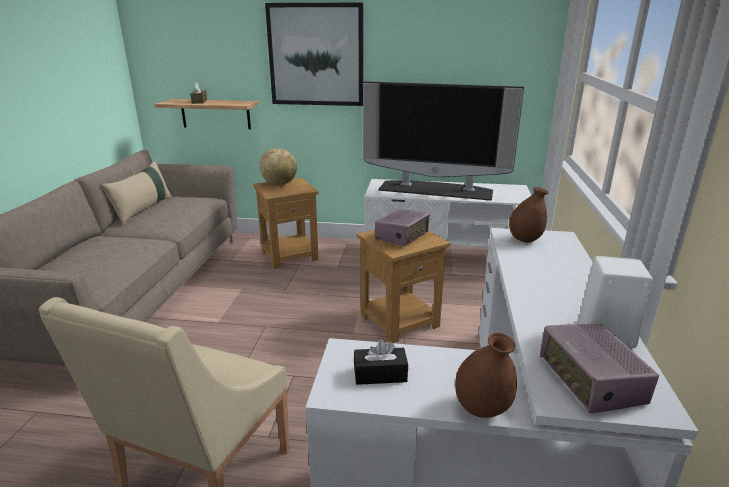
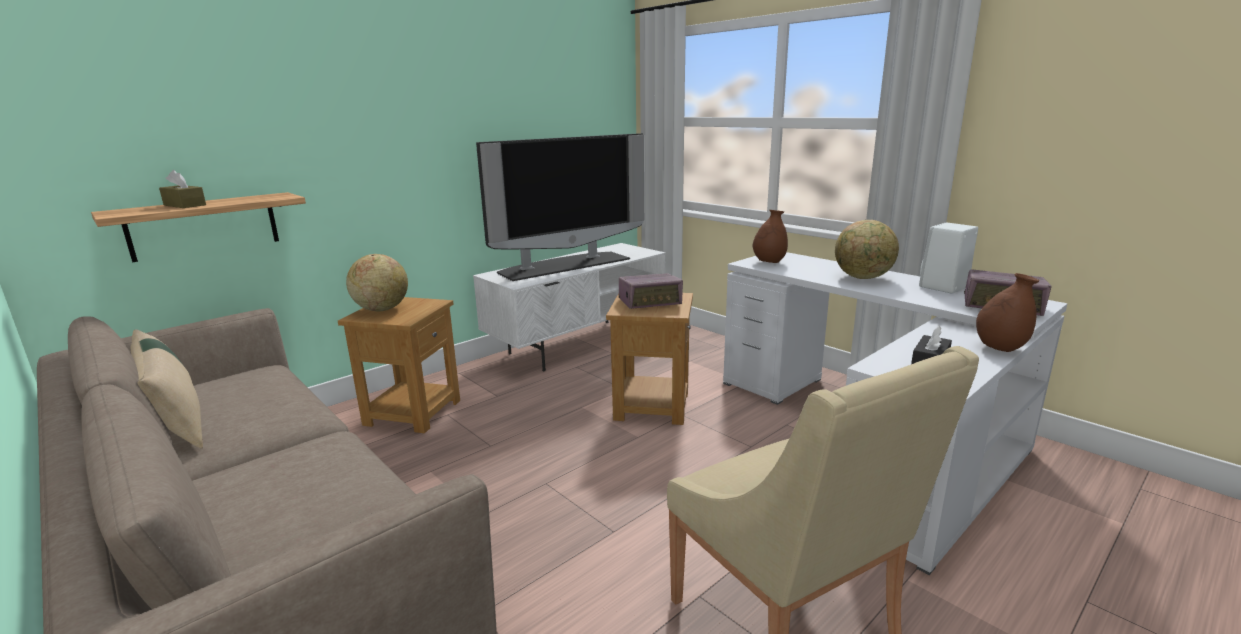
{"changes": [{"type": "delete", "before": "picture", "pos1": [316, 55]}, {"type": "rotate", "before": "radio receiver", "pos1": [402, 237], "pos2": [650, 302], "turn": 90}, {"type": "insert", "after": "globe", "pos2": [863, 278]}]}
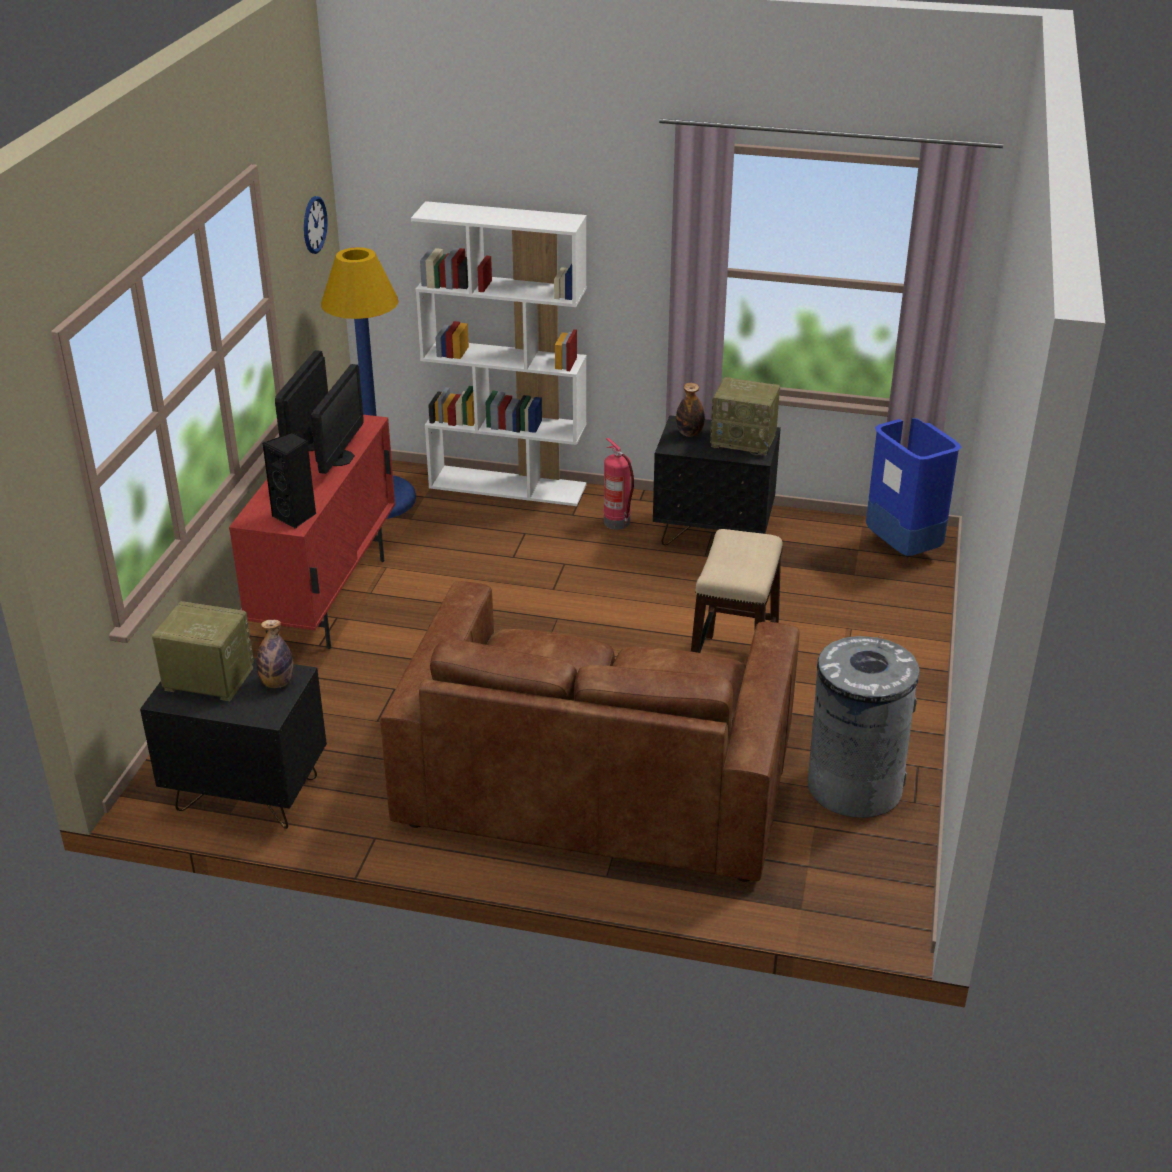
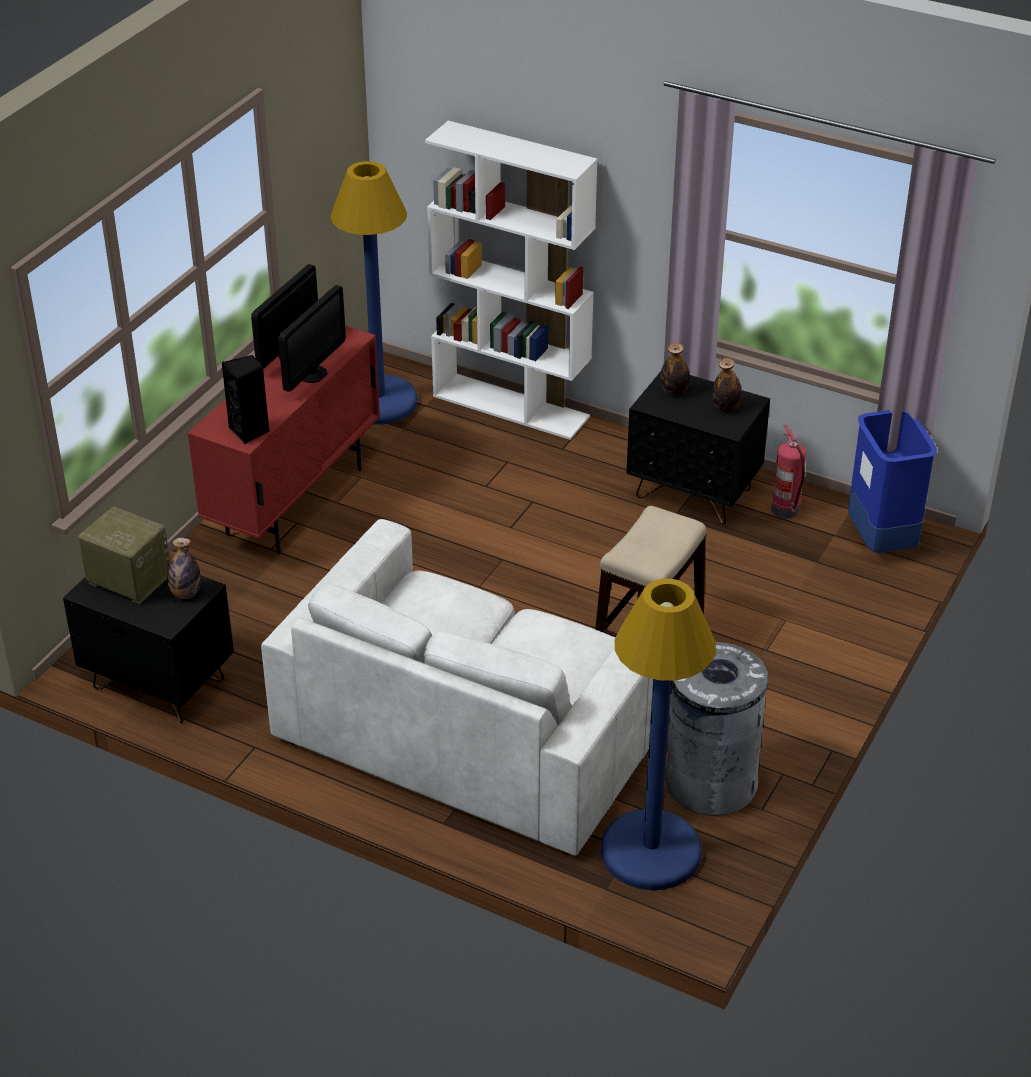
{"changes": [{"type": "delete", "before": "wall clock", "pos1": [314, 224]}, {"type": "replace", "before": "radio receiver", "after": "beverage bottle", "pos1": [744, 440], "pos2": [726, 408]}, {"type": "move", "before": "extinguisher", "pos1": [618, 522], "pos2": [786, 510]}, {"type": "recolor", "before": "brown sofa", "after": "white sofa", "pos1": [595, 779], "pos2": [471, 729]}, {"type": "insert", "after": "bluish standard lamp", "pos2": [650, 851]}]}
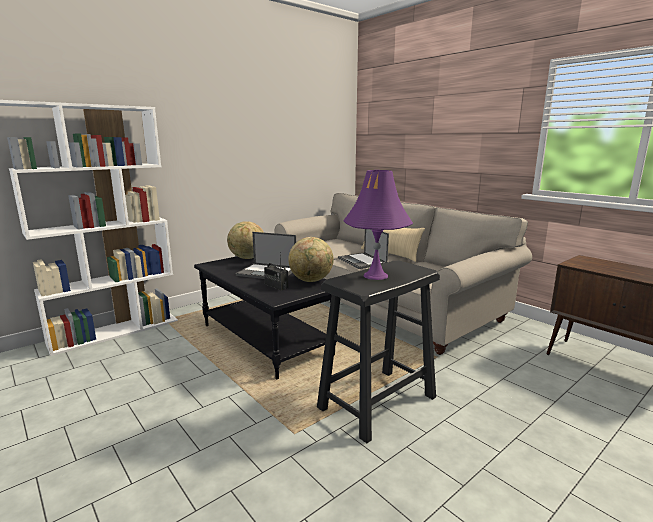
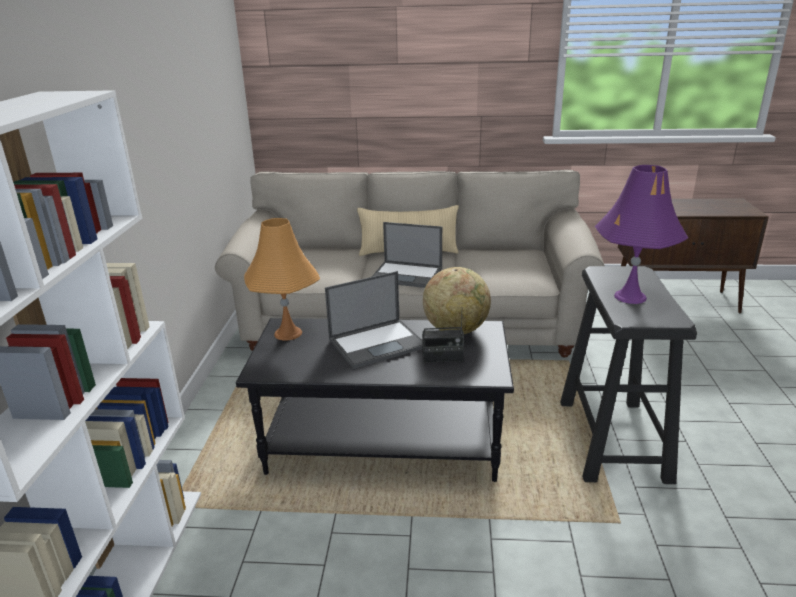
{"changes": [{"type": "replace", "before": "globe", "after": "orangey table lamp", "pos1": [247, 258], "pos2": [288, 333]}]}
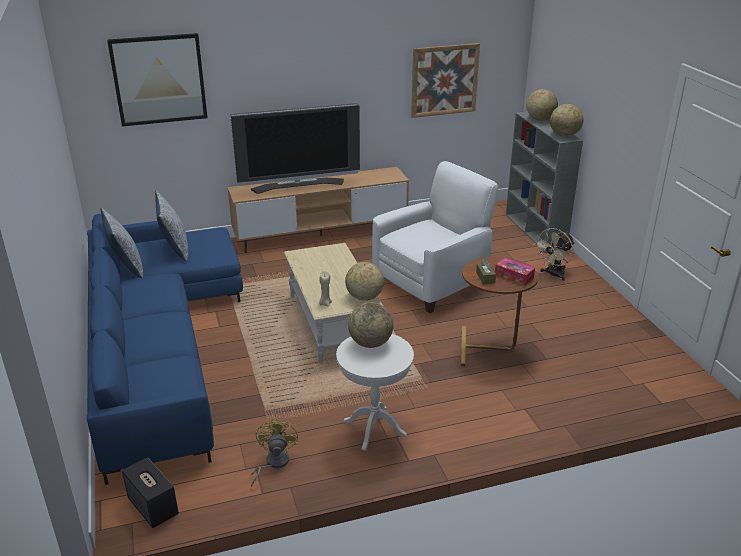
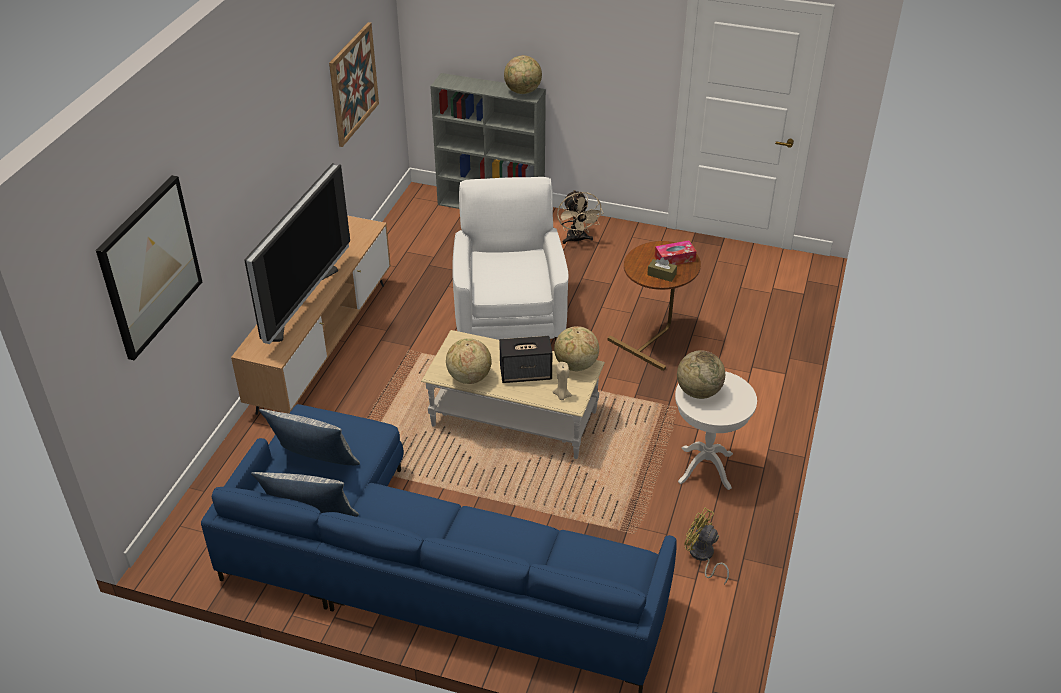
{"changes": [{"type": "move", "before": "globe", "pos1": [540, 119], "pos2": [469, 377]}, {"type": "move", "before": "audio speaker", "pos1": [153, 507], "pos2": [526, 373]}]}
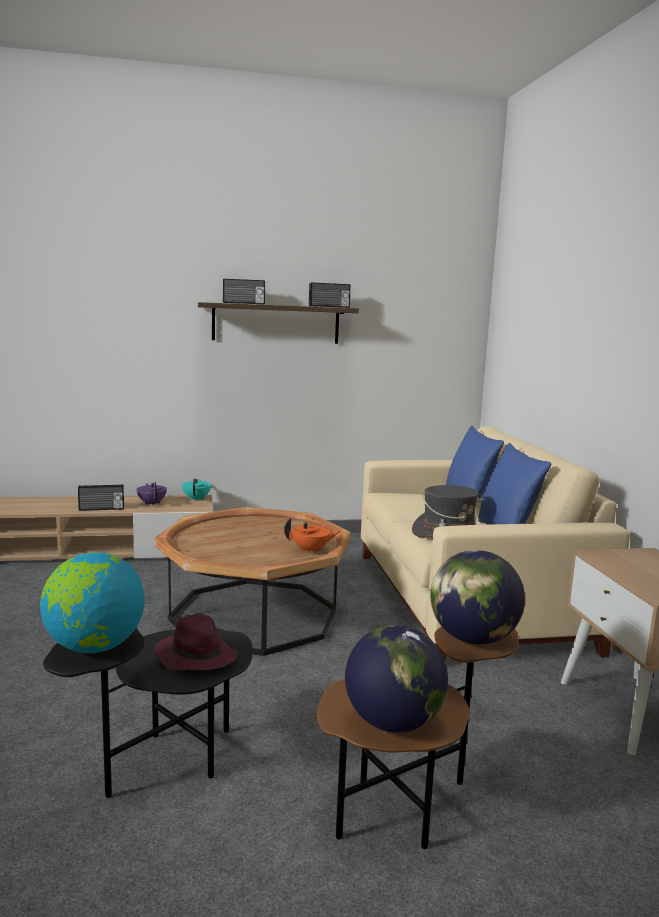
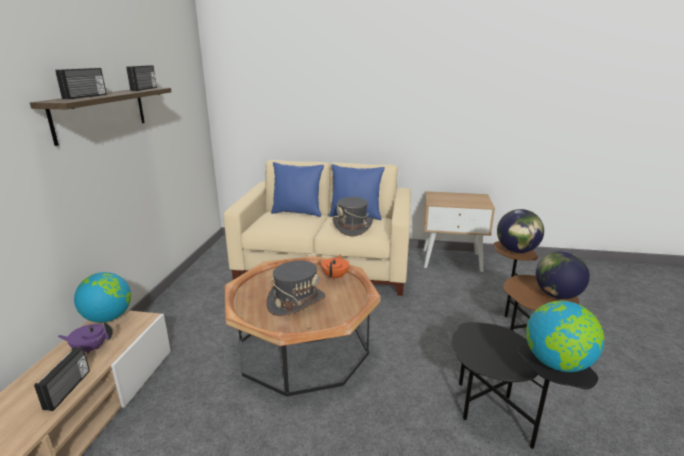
{"changes": [{"type": "replace", "before": "turquoise teapot", "after": "globe", "pos1": [197, 498], "pos2": [108, 318]}, {"type": "delete", "before": "purple-coloured hat", "pos1": [195, 656]}, {"type": "insert", "after": "greyish hat", "pos2": [296, 301]}]}
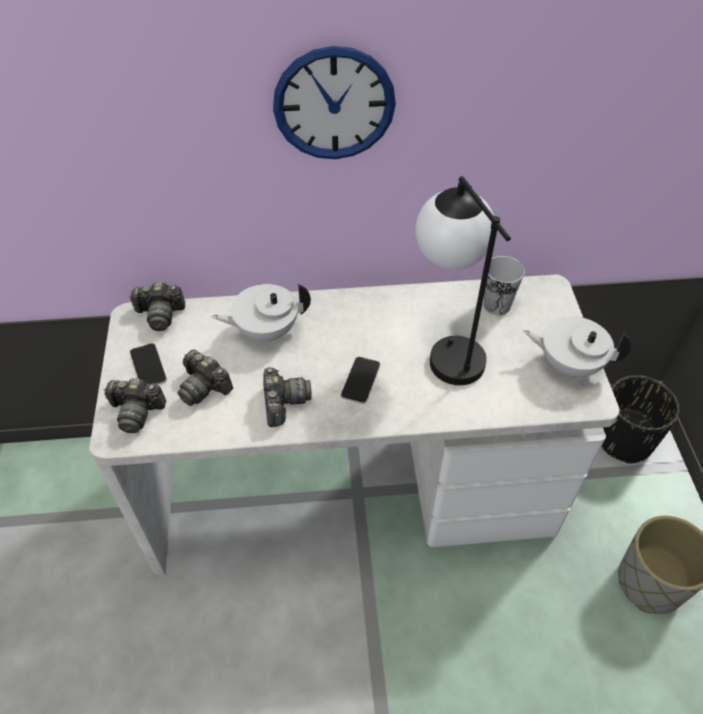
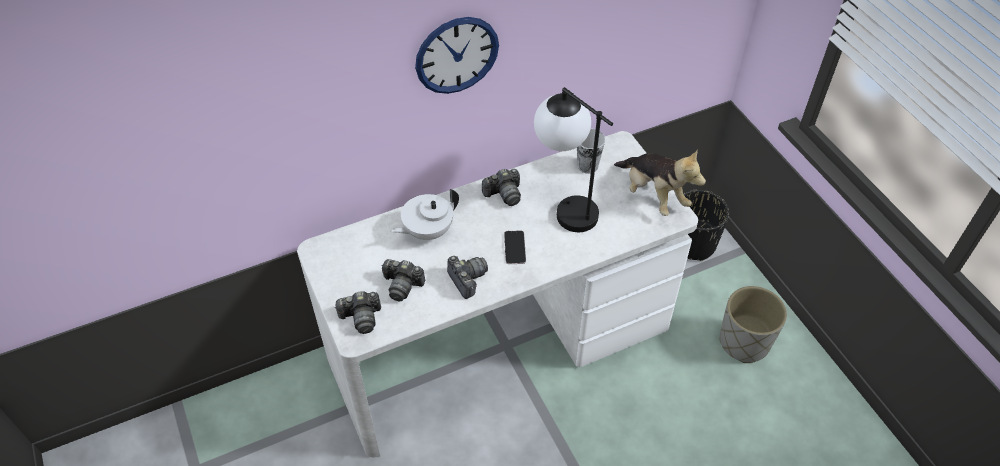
{"changes": [{"type": "move", "before": "still camera", "pos1": [160, 314], "pos2": [504, 194]}, {"type": "replace", "before": "white teapot", "after": "plush toy", "pos1": [568, 364], "pos2": [653, 195]}, {"type": "delete", "before": "phone", "pos1": [148, 366]}]}
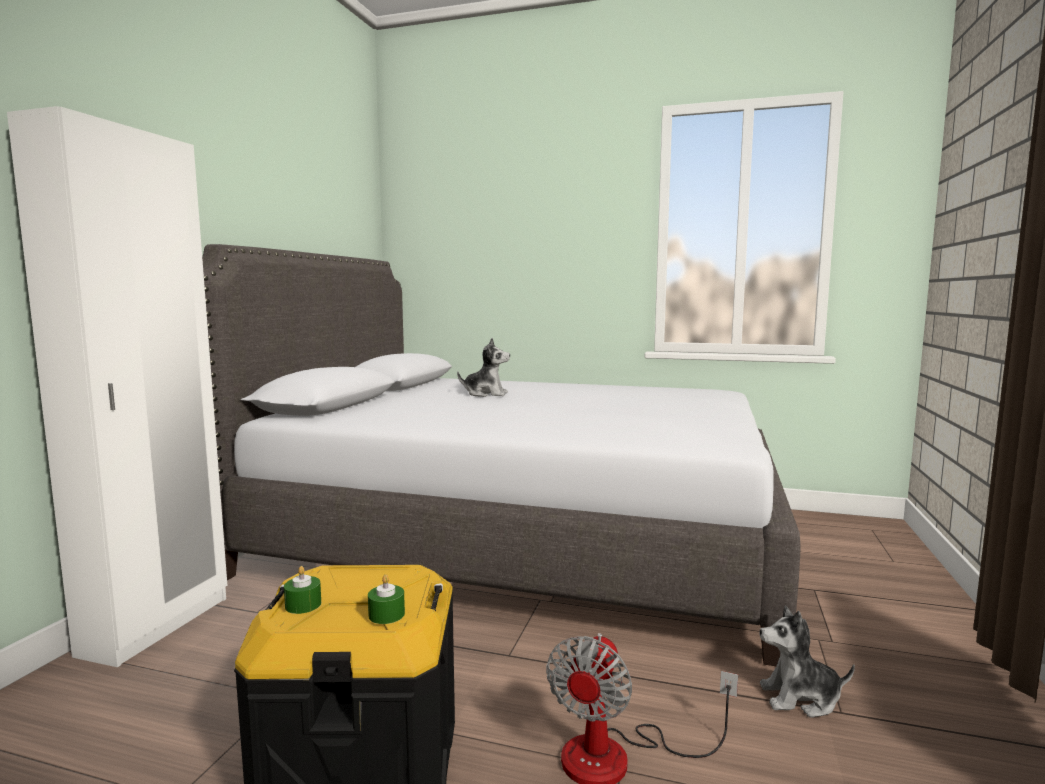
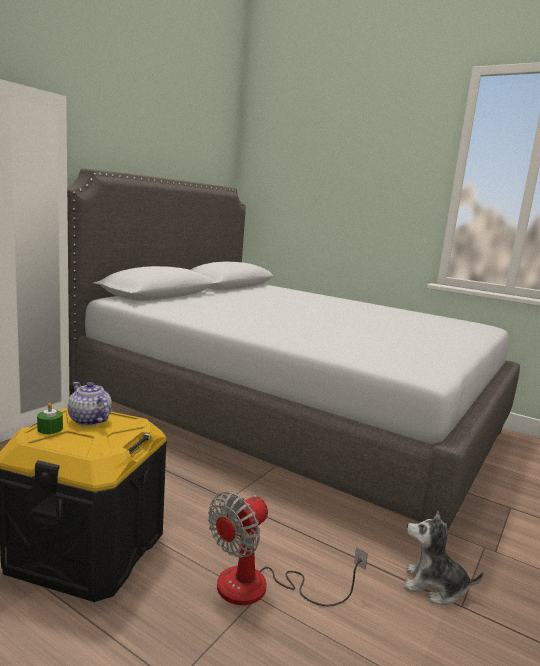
{"changes": [{"type": "delete", "before": "plush toy", "pos1": [486, 394]}, {"type": "delete", "before": "greenish wax candle", "pos1": [386, 614]}, {"type": "insert", "after": "teapot", "pos2": [89, 420]}]}
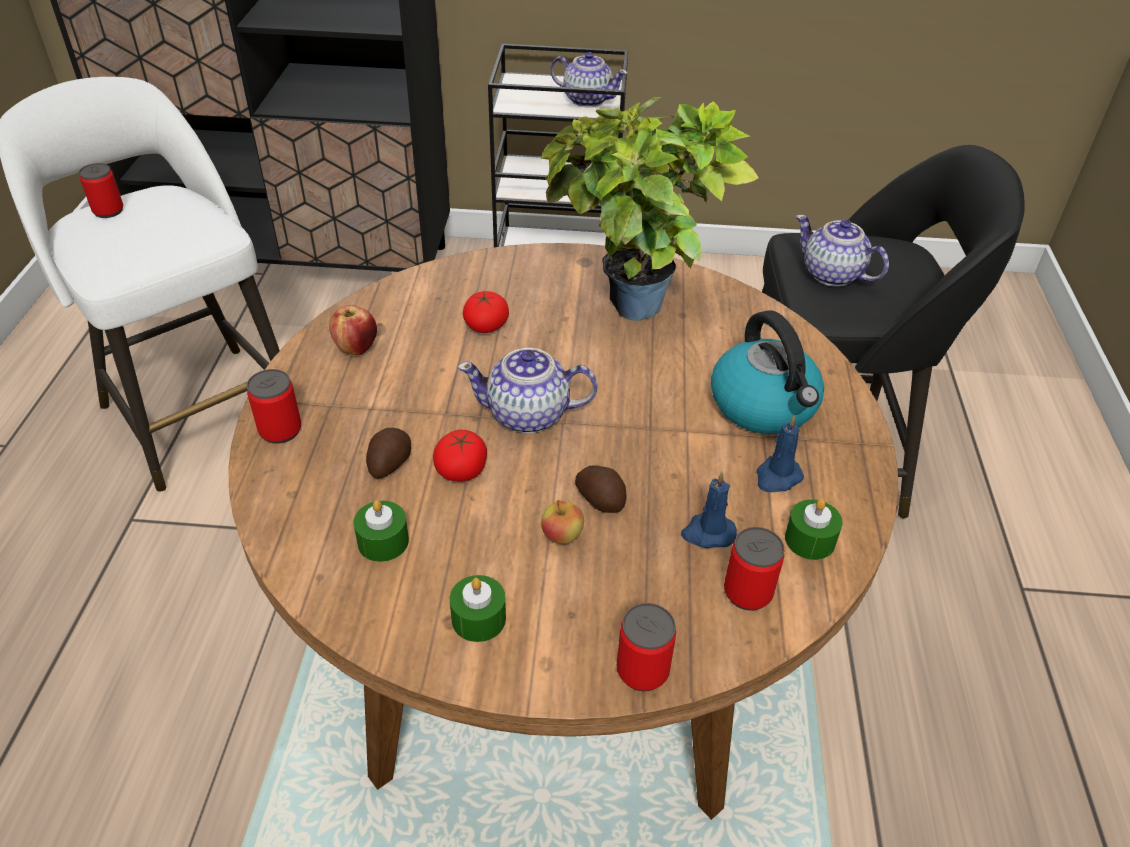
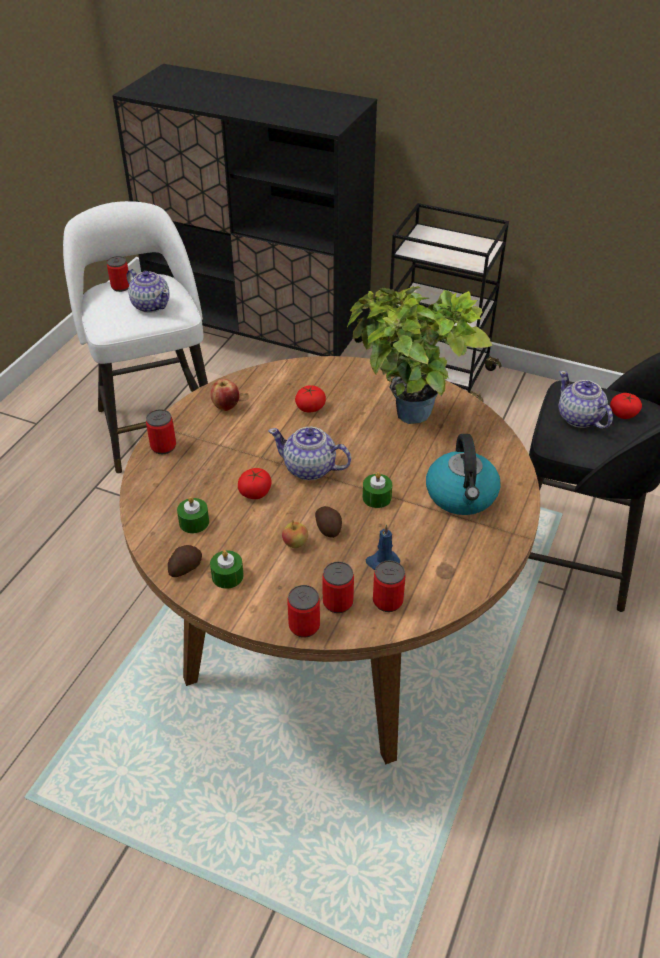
{"changes": [{"type": "move", "before": "teapot", "pos1": [587, 99], "pos2": [151, 305]}, {"type": "delete", "before": "bluish wax candle", "pos1": [777, 477]}, {"type": "move", "before": "whole potato", "pos1": [389, 463], "pos2": [185, 567]}, {"type": "move", "before": "greenish wax candle", "pos1": [810, 540], "pos2": [377, 497]}, {"type": "insert", "after": "tomato", "pos2": [623, 414]}, {"type": "insert", "after": "can", "pos2": [338, 602]}]}
